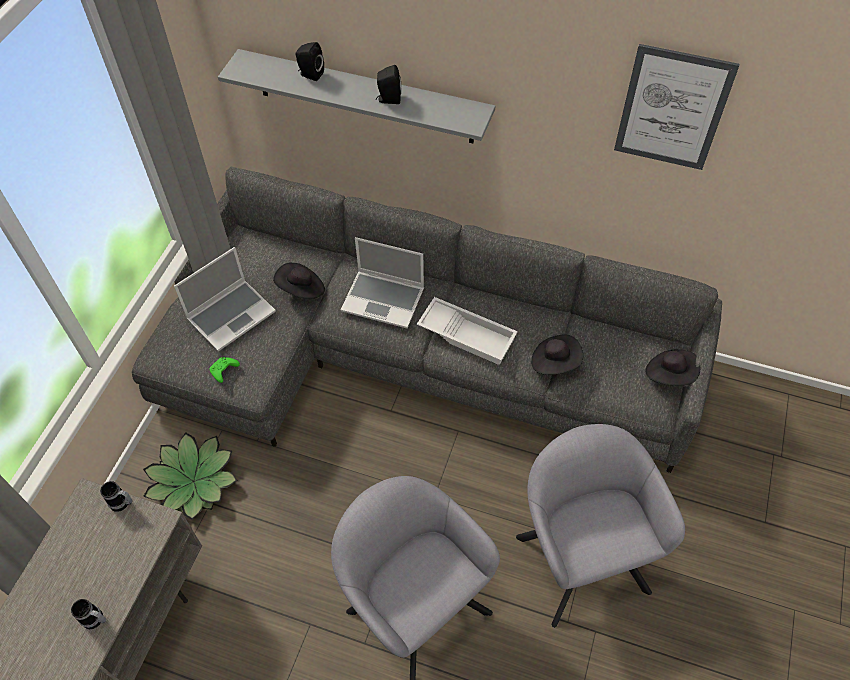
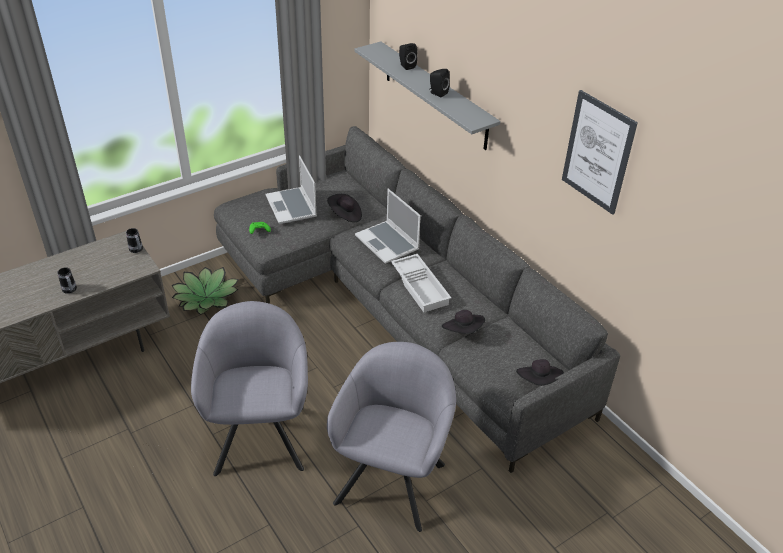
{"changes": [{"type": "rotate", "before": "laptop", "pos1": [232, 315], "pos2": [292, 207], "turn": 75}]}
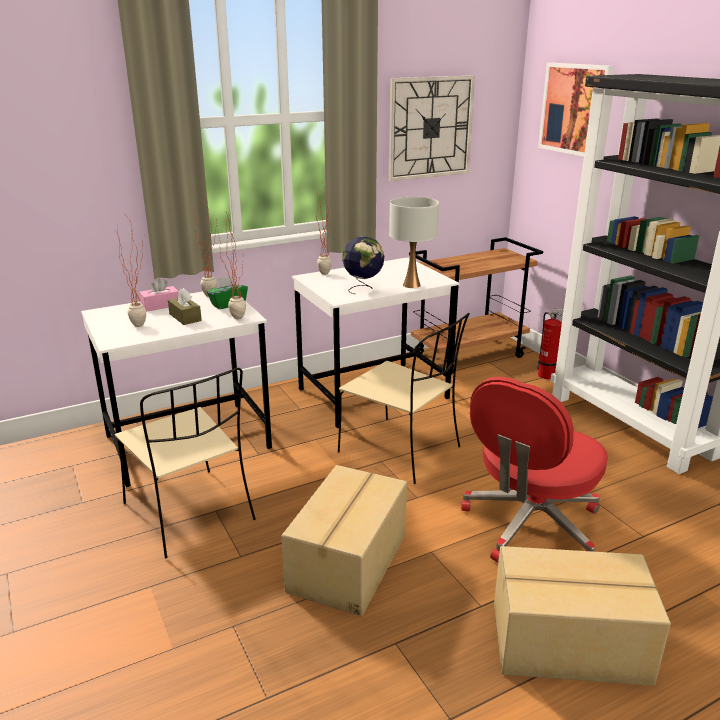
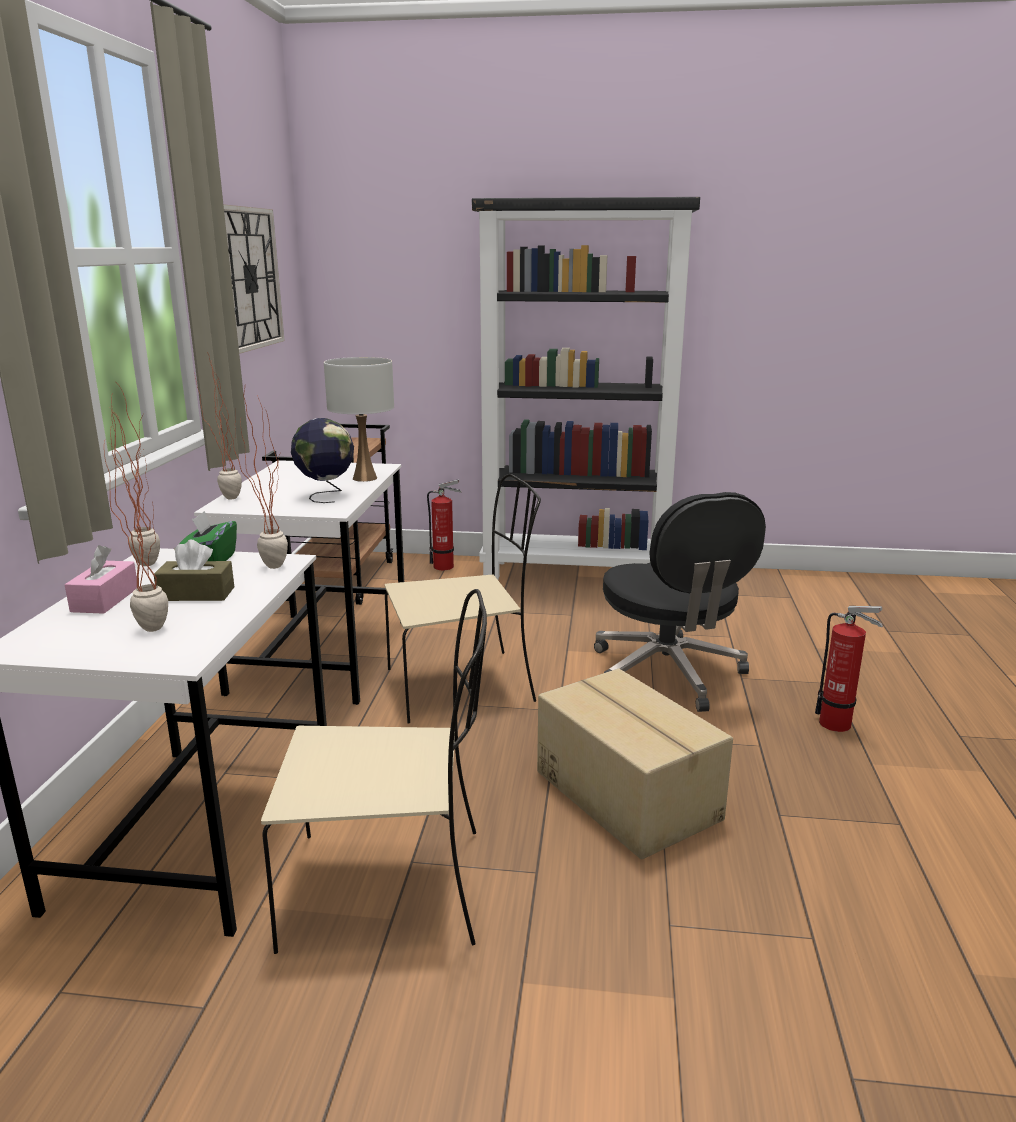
{"changes": [{"type": "delete", "before": "picture", "pos1": [575, 109]}, {"type": "recolor", "before": "reddish desk chair", "after": "black desk chair", "pos1": [530, 525], "pos2": [668, 674]}, {"type": "replace", "before": "cardboard box", "after": "extinguisher", "pos1": [570, 644], "pos2": [839, 725]}]}
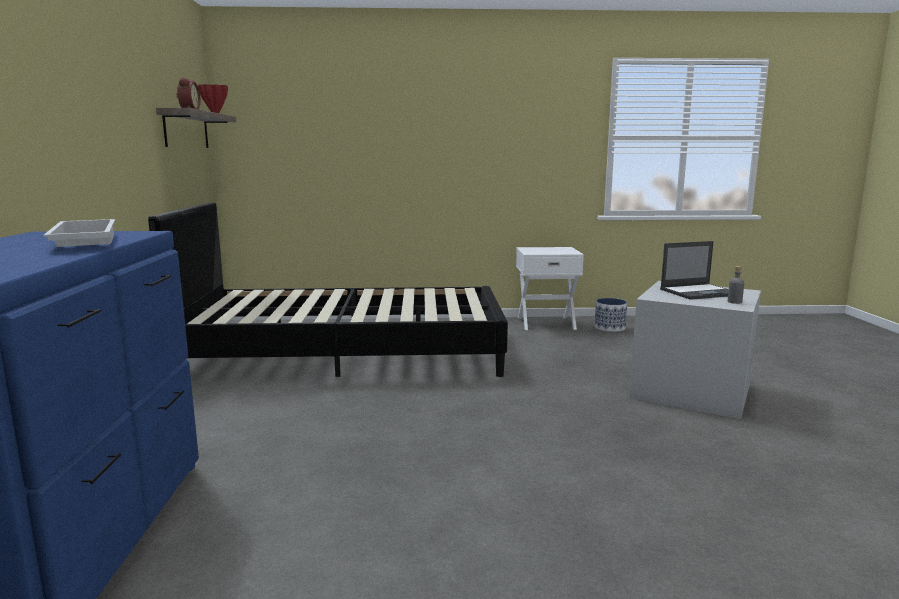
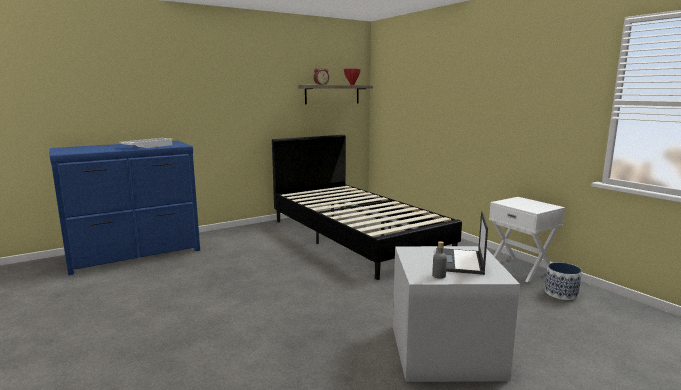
{"changes": [{"type": "rotate", "before": "laptop", "pos1": [699, 292], "pos2": [459, 262], "turn": 60}]}
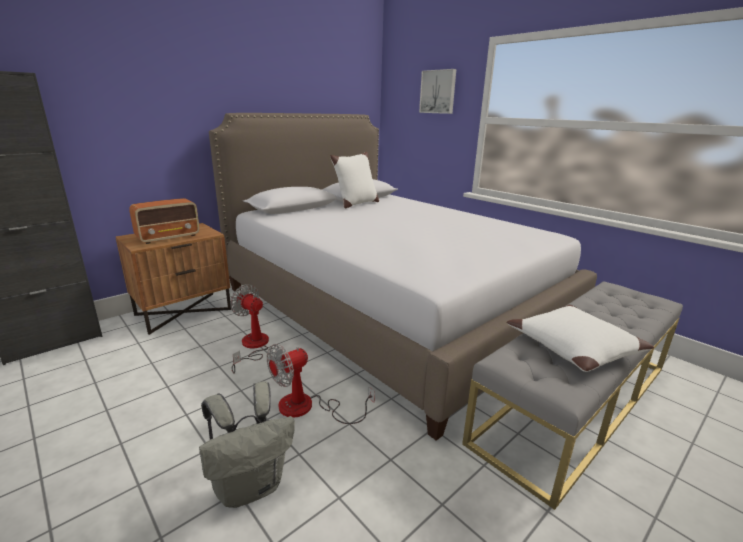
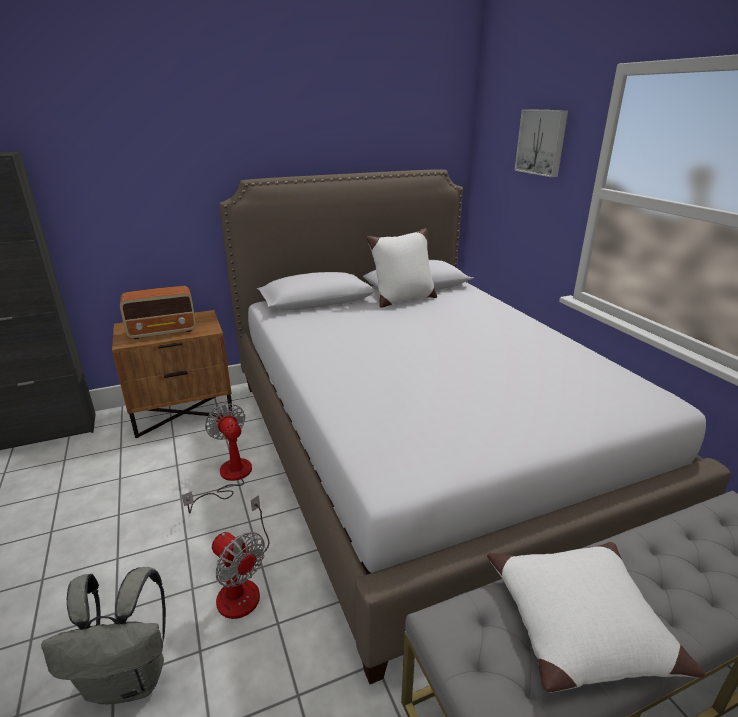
{"changes": [{"type": "rotate", "before": "cooling fan", "pos1": [307, 408], "pos2": [243, 585], "turn": -120}]}
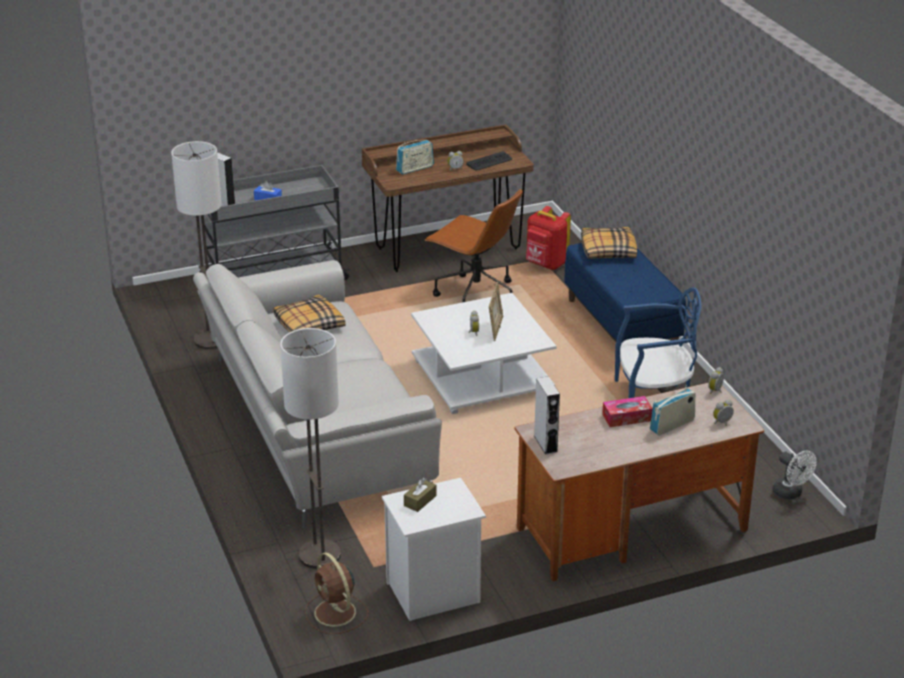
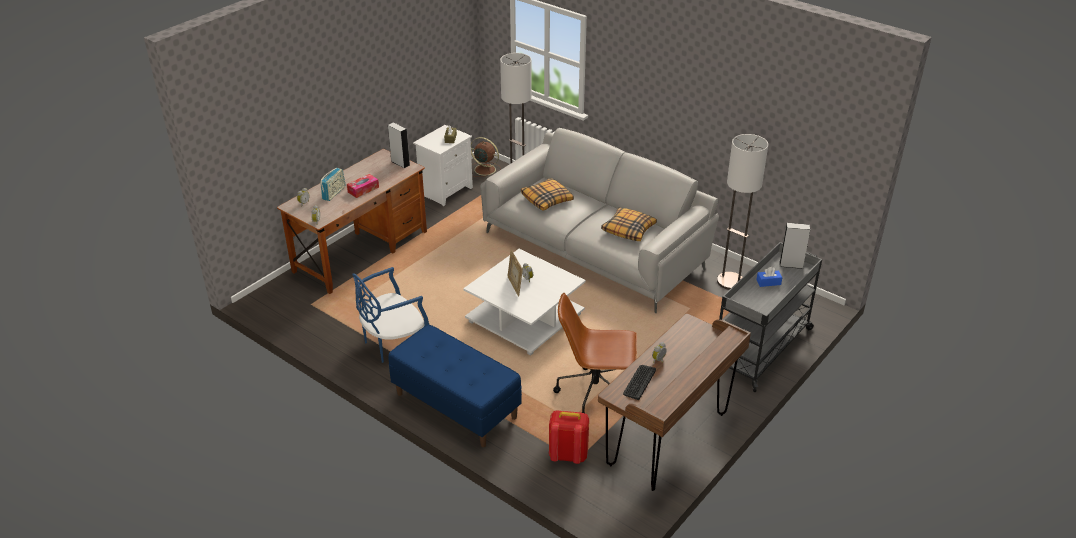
{"changes": [{"type": "delete", "before": "radio receiver", "pos1": [415, 169]}, {"type": "move", "before": "pillow", "pos1": [607, 250], "pos2": [547, 199]}, {"type": "delete", "before": "white cooling fan", "pos1": [791, 493]}]}
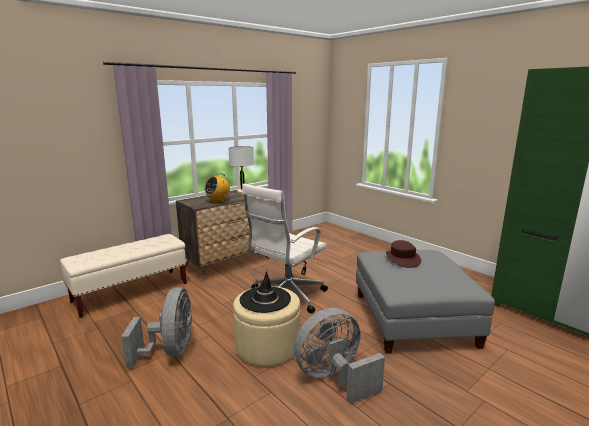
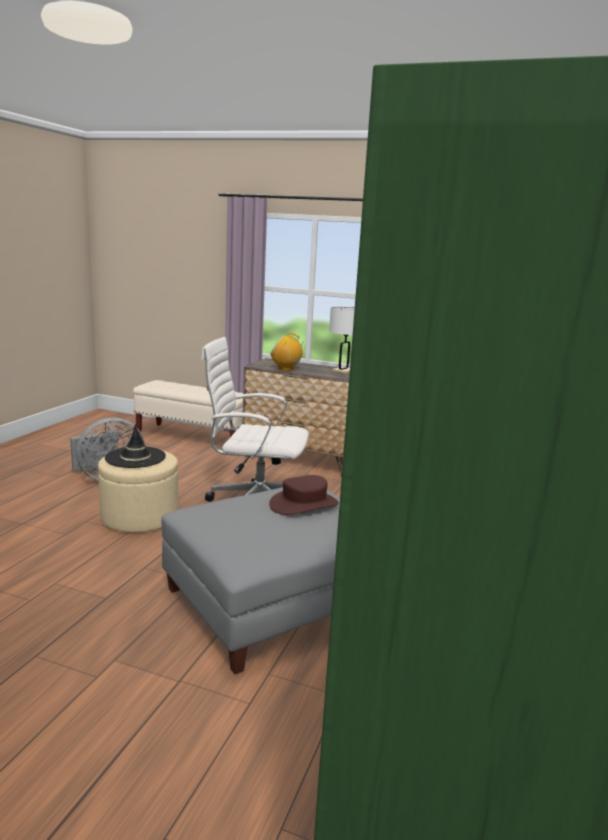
{"changes": [{"type": "delete", "before": "greyish cooling fan", "pos1": [334, 378]}]}
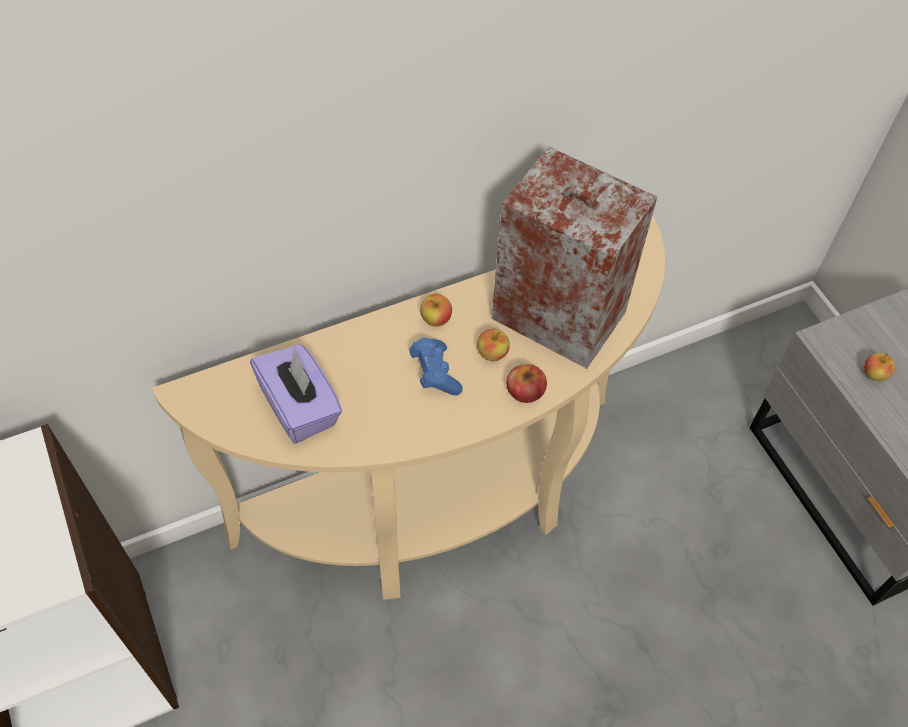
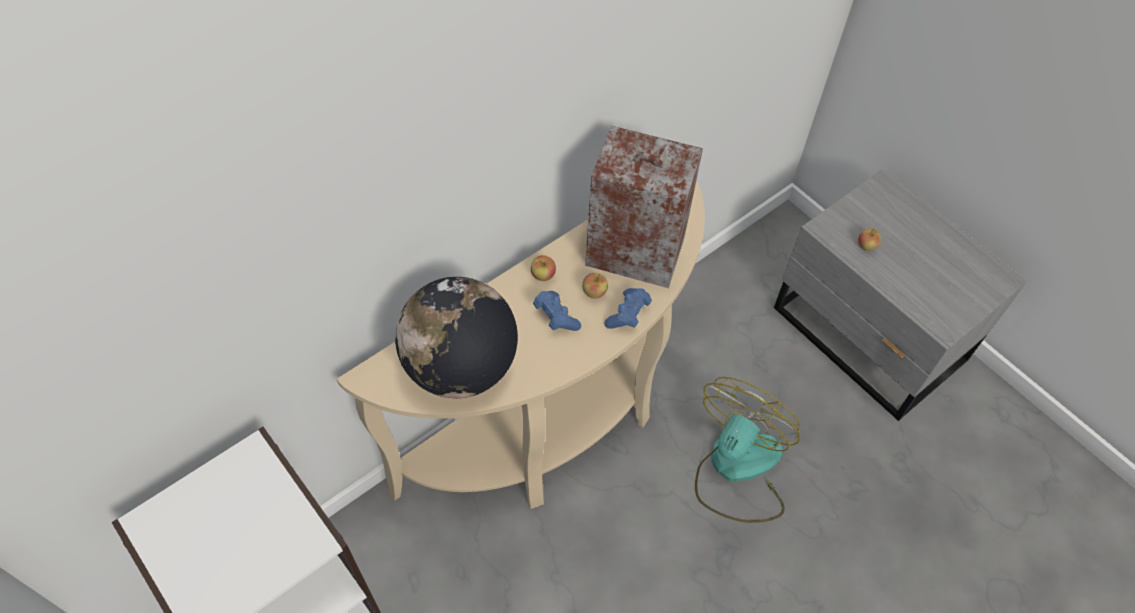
{"changes": [{"type": "replace", "before": "purple-coloured box of tissues", "after": "globe", "pos1": [300, 407], "pos2": [460, 367]}, {"type": "replace", "before": "apple", "after": "bluish game controller", "pos1": [525, 391], "pos2": [628, 315]}, {"type": "insert", "after": "cooling fan", "pos2": [737, 469]}]}
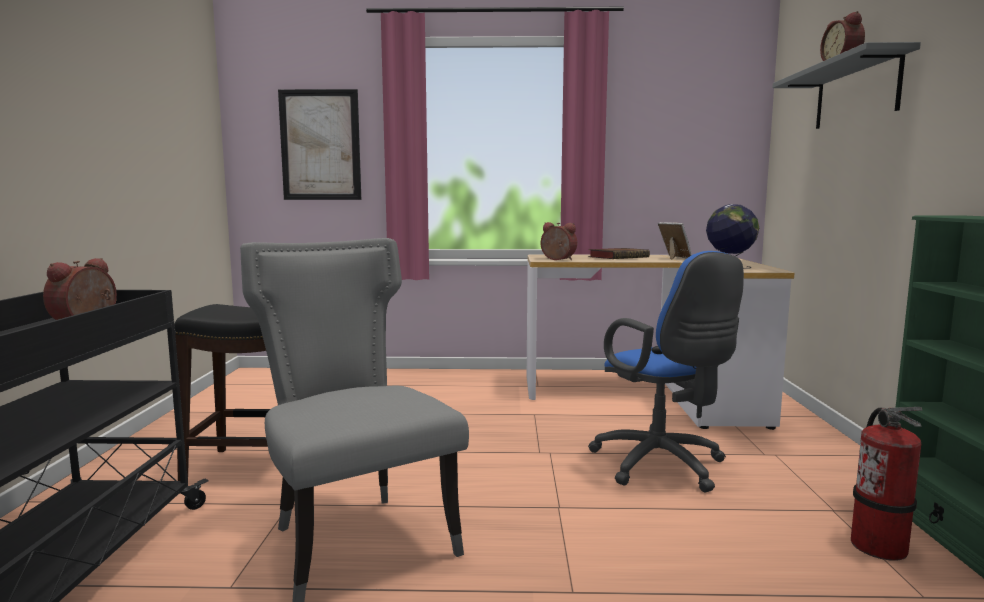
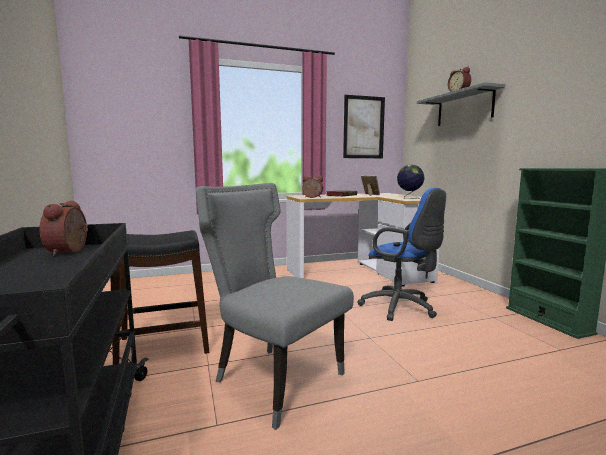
{"changes": [{"type": "move", "before": "picture", "pos1": [320, 145], "pos2": [363, 127]}, {"type": "delete", "before": "extinguisher", "pos1": [879, 546]}]}
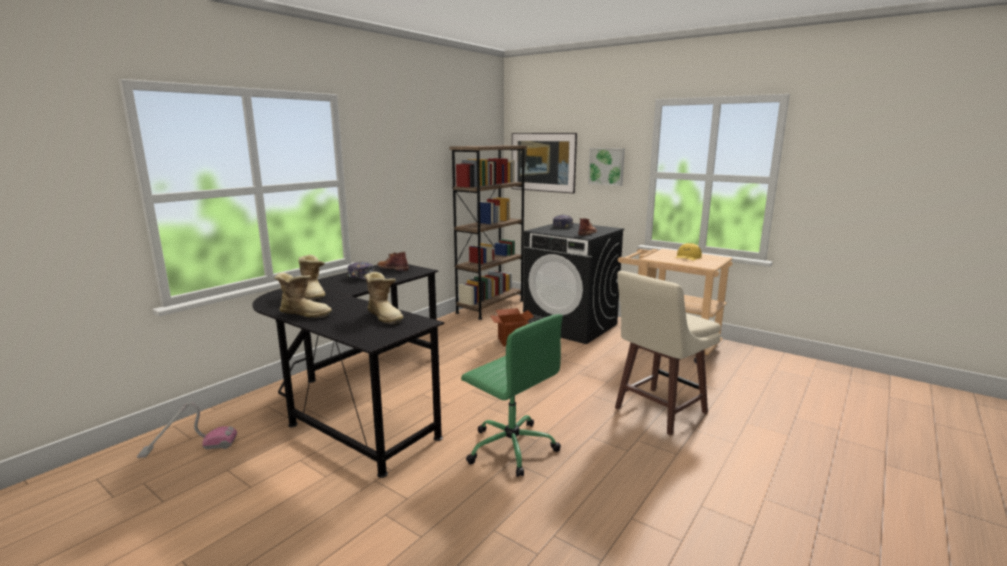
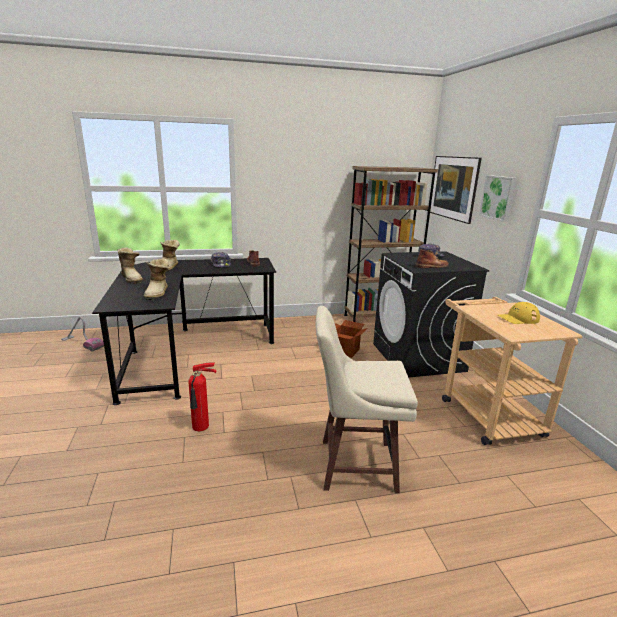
{"changes": [{"type": "replace", "before": "greenish desk chair", "after": "extinguisher", "pos1": [510, 447], "pos2": [201, 427]}]}
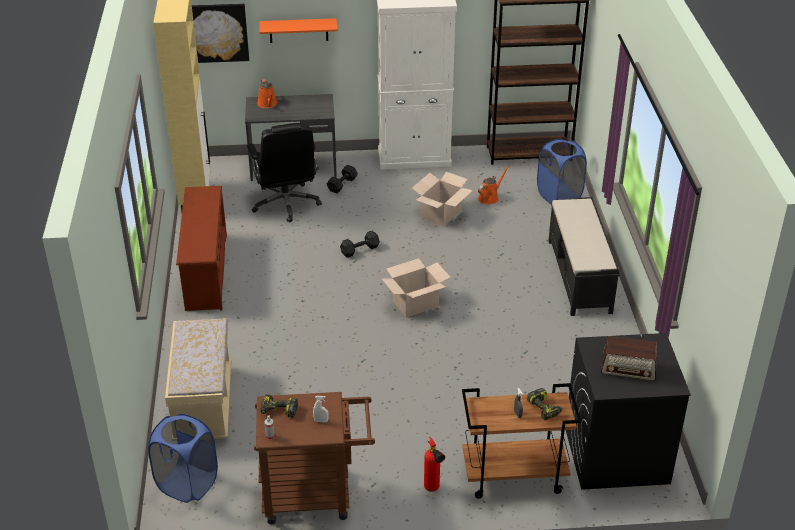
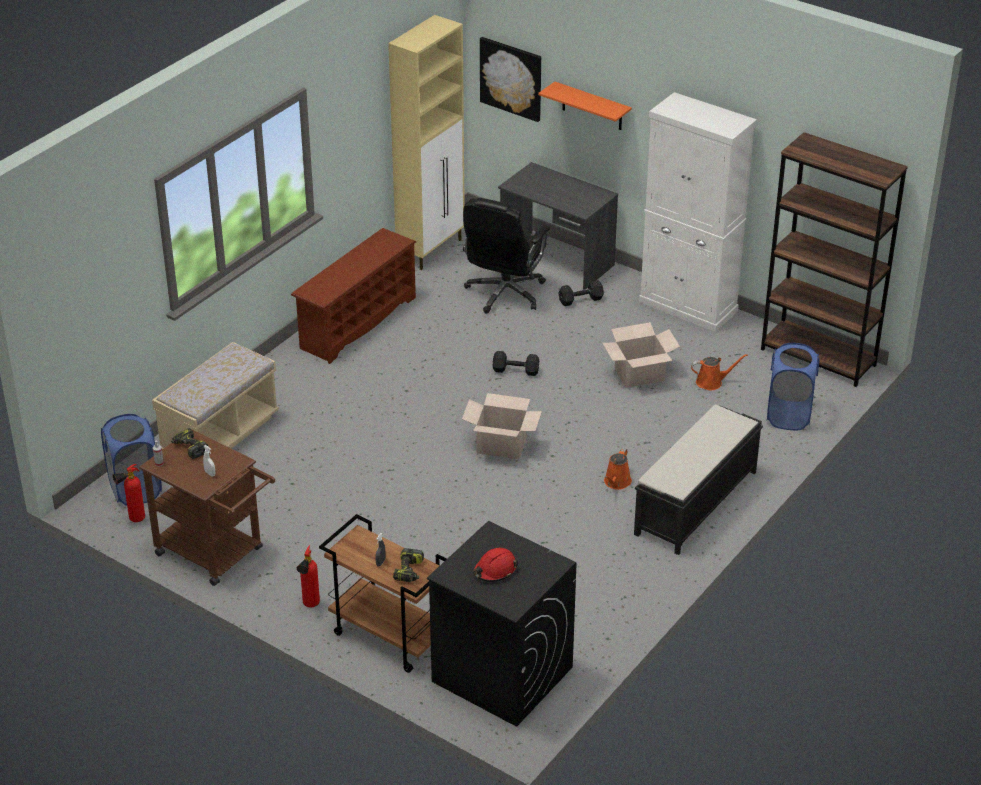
{"changes": [{"type": "move", "before": "orangey watering pot", "pos1": [268, 104], "pos2": [616, 482]}, {"type": "replace", "before": "radio receiver", "after": "reddish hard hat", "pos1": [628, 368], "pos2": [495, 570]}, {"type": "insert", "after": "extinguisher", "pos2": [133, 520]}]}
